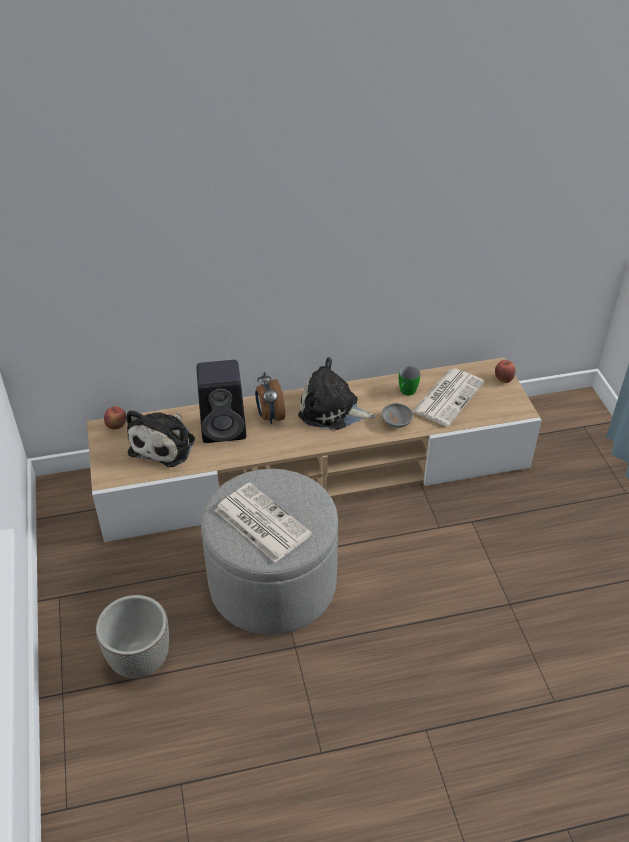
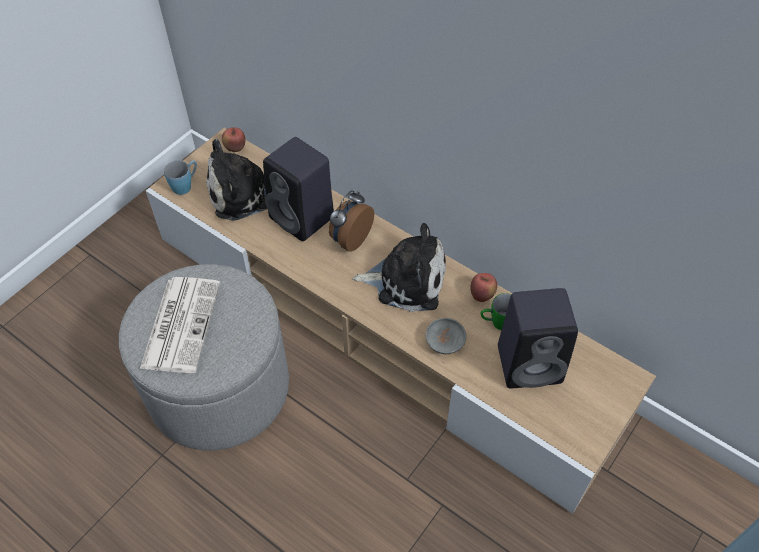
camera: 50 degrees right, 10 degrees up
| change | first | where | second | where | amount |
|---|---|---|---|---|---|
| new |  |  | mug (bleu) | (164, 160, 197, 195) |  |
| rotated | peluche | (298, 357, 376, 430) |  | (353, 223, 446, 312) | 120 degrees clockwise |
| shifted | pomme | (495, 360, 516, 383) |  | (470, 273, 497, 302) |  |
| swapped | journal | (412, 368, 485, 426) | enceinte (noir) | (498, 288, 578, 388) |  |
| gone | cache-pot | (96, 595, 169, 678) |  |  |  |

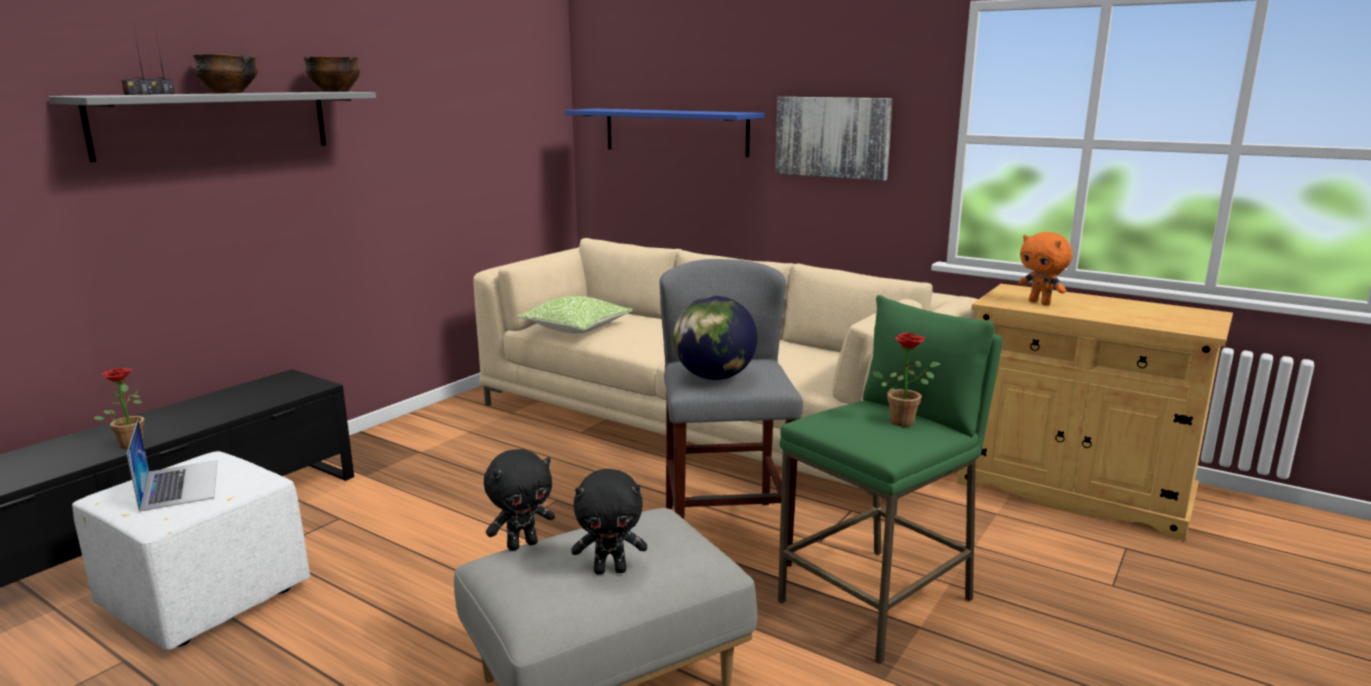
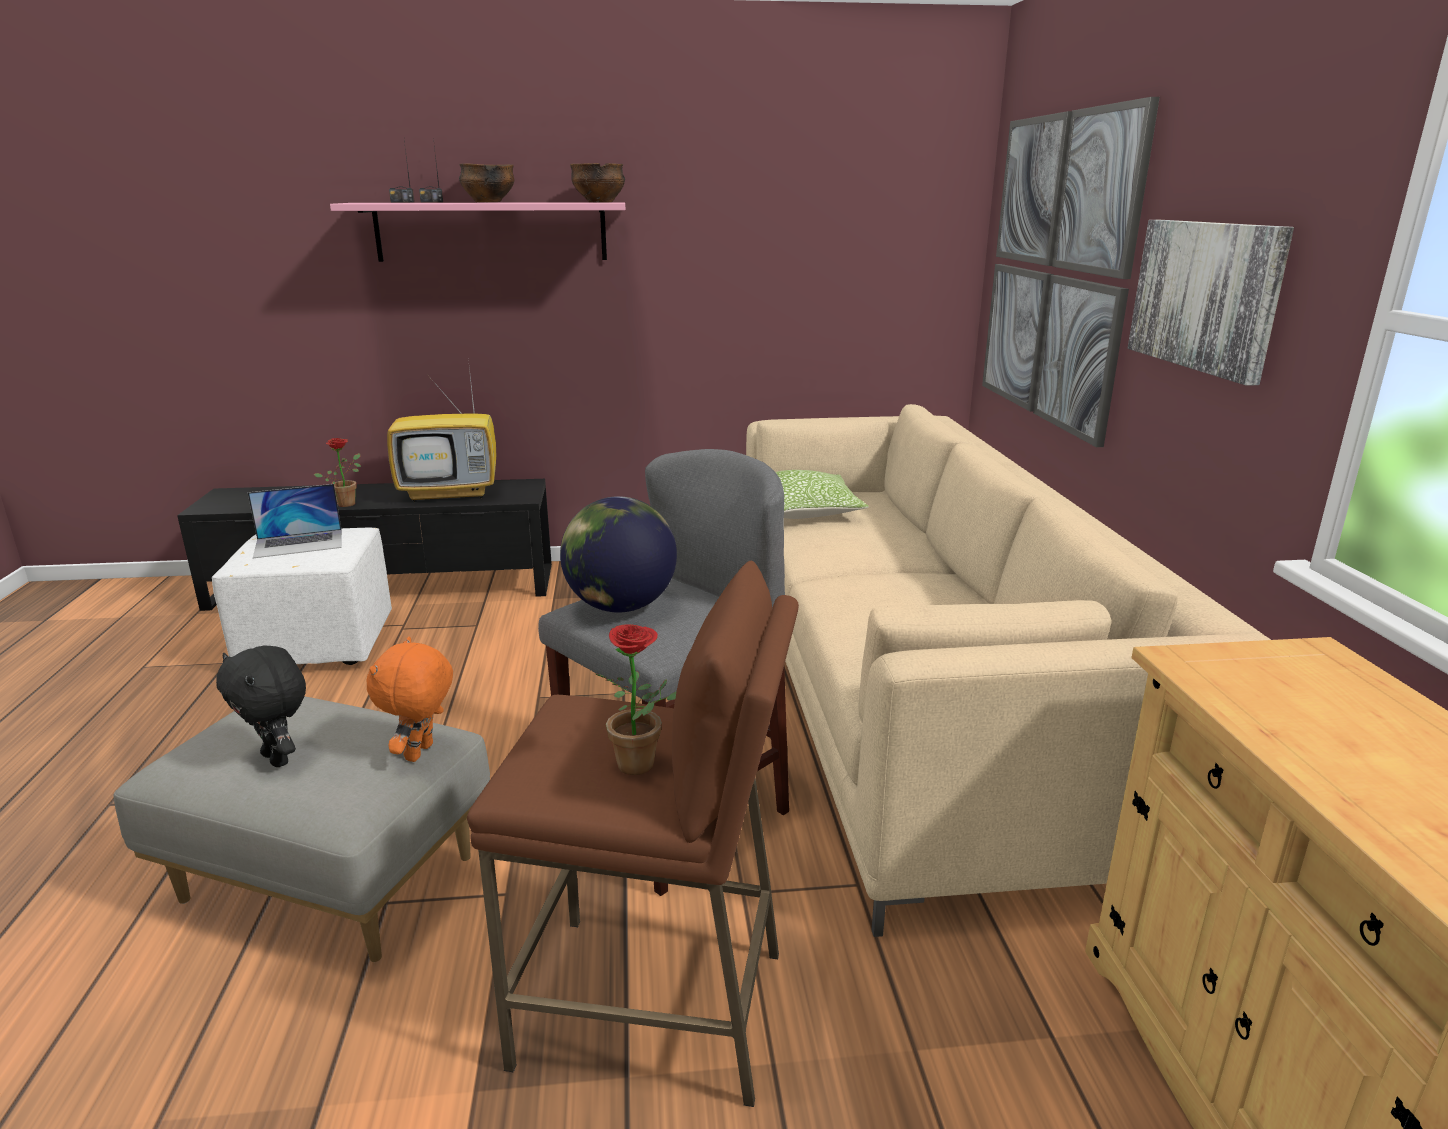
camera: 50 degrees right, 5 degrees up
| change | first | where | second | where | amount |
|---|---|---|---|---|---|
| rotated | ordinateur portable | (127, 419, 217, 512) |  | (248, 484, 342, 558) | 45 degrees clockwise |
| repainted | étagère (gris) | (49, 92, 376, 162) | étagère (rose) | (330, 202, 625, 262) |  |
| shifted | peluche (orange) | (1018, 232, 1073, 305) |  | (367, 636, 453, 762) |  |
| new |  |  | téléviseur | (387, 359, 496, 502) |  |
| repainted | tabouret (vert) | (778, 295, 1003, 664) | tabouret (marron) | (467, 560, 799, 1107) |  |
| swapped | étagère (bleu) | (565, 109, 765, 157) | tableau | (982, 97, 1160, 447) |  |
| gone | peluche (noir) | (484, 449, 555, 551) |  |  |  |

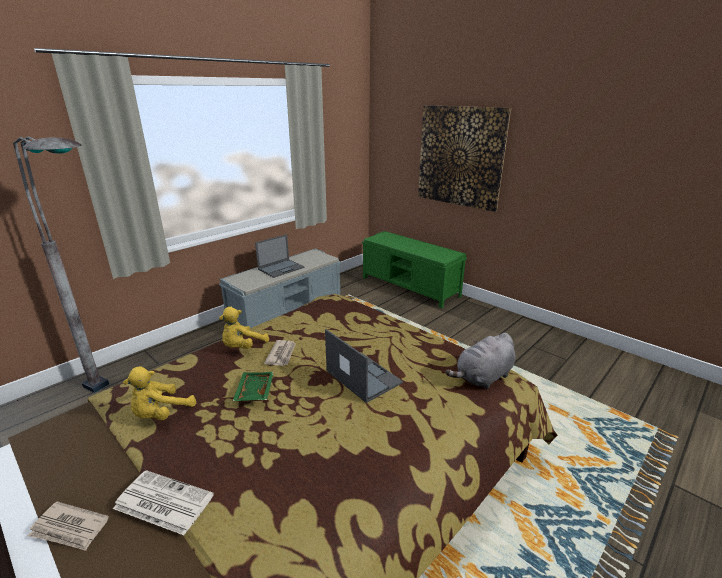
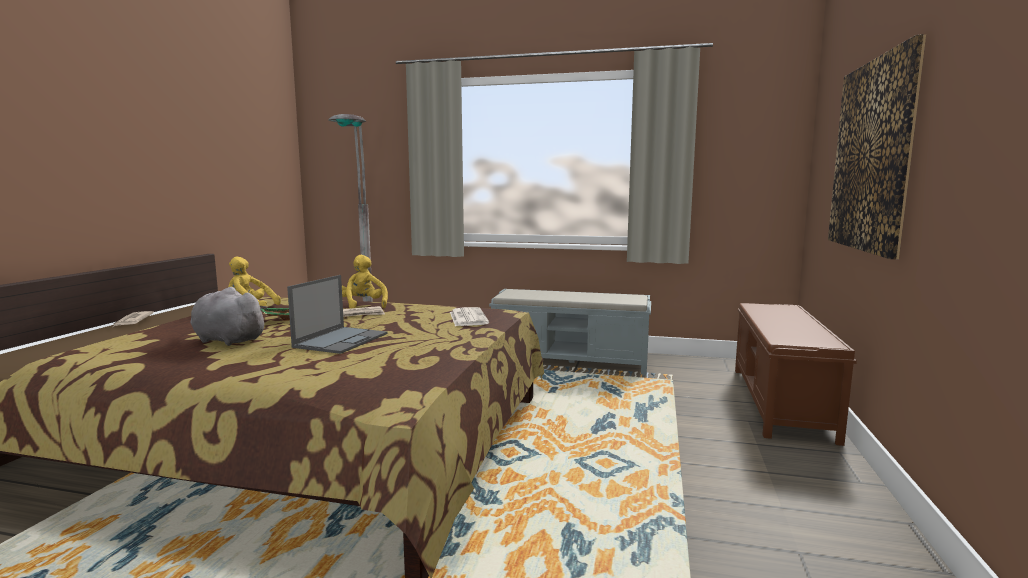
camera: 60 degrees right, 15 degrees down
| change | first | where | second | where | amount |
|---|---|---|---|---|---|
| shifted | peluche (gris) | (445, 333, 515, 389) |  | (190, 287, 268, 346) |  |
| rotated | peluche (jaune) | (219, 307, 269, 349) |  | (342, 255, 388, 309) | 60 degrees clockwise |
| shifted | journal | (113, 470, 214, 535) |  | (450, 307, 489, 326) |  |
| repainted | banc (vert) | (362, 231, 467, 308) | banc (marron) | (735, 303, 857, 446) |  |
| gone | ordinateur portable | (255, 234, 305, 278) |  |  |  |

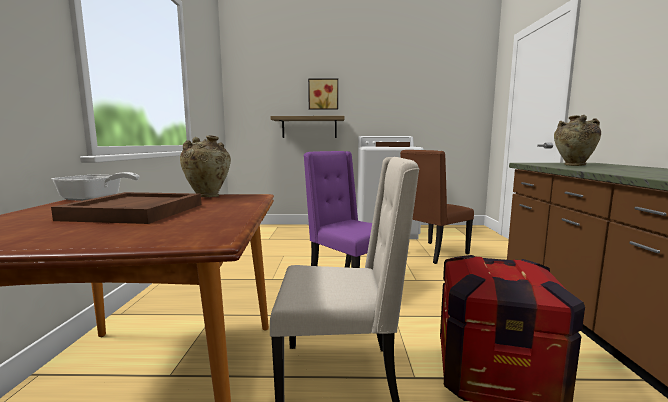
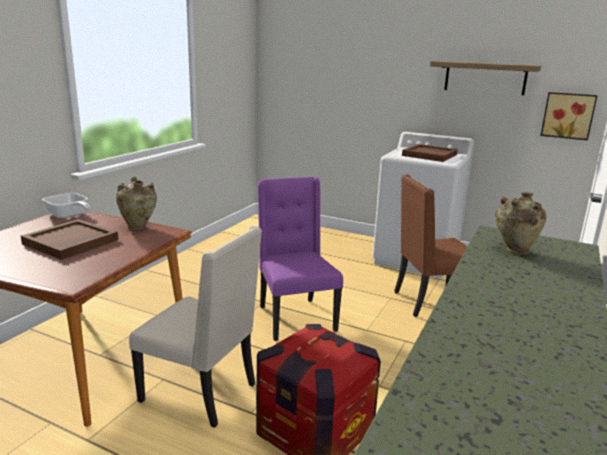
camera: 25 degrees right, 10 degrees up
| change | first | where | second | where | amount |
|---|---|---|---|---|---|
| shifted | étagère | (271, 116, 344, 138) |  | (430, 61, 541, 95) |  |
| shifted | tableau | (308, 78, 338, 110) |  | (540, 92, 598, 140) |  |

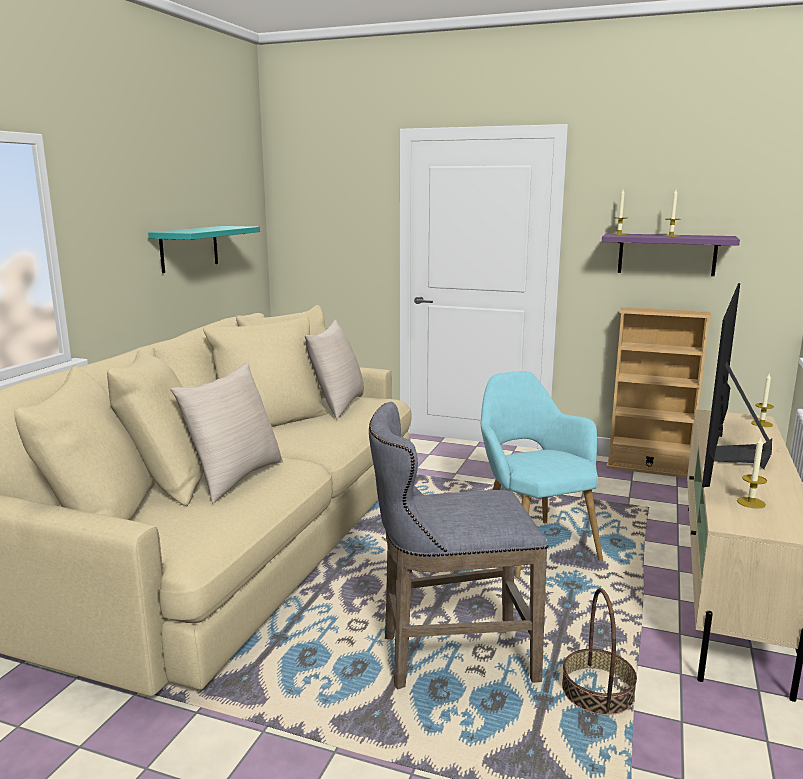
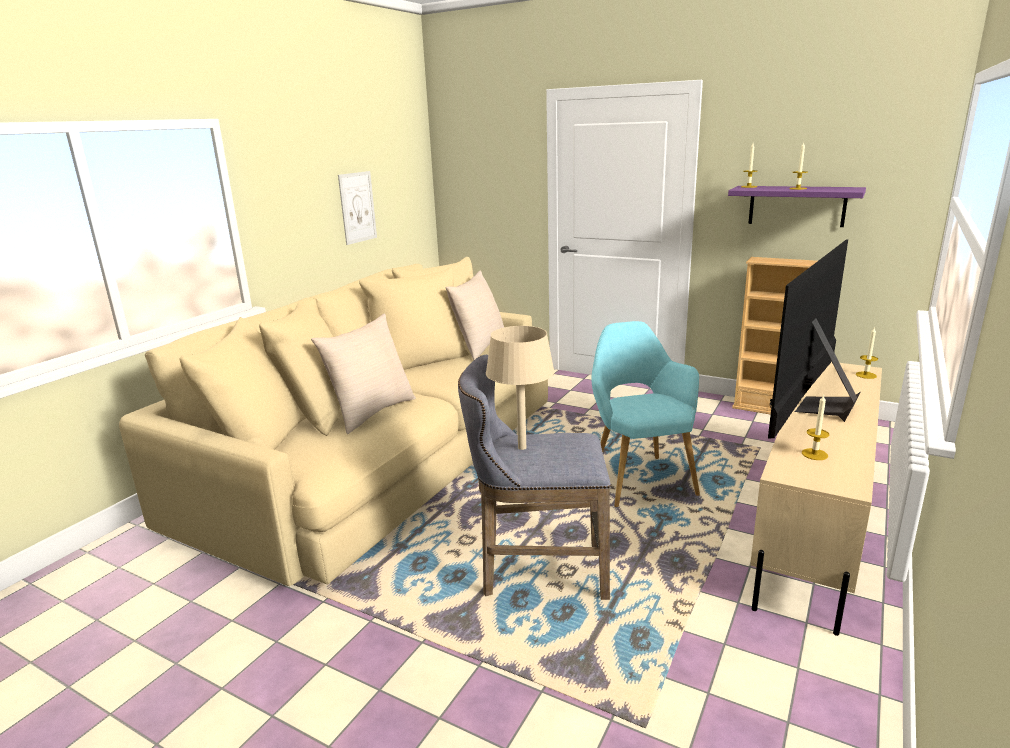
camera: 10 degrees right, 5 degrees up
| change | first | where | second | where | amount |
|---|---|---|---|---|---|
| swapped | étagère (turquoise) | (148, 226, 260, 273) | tableau | (338, 171, 377, 245) |  |
| new |  |  | lampe de table (beige) | (486, 326, 555, 450) |  |
| gone | panier | (562, 588, 637, 715) |  |  |  |

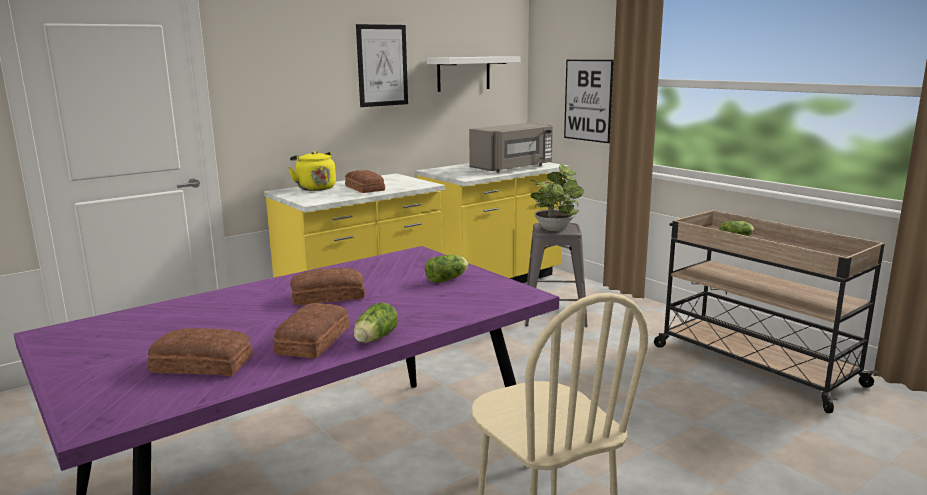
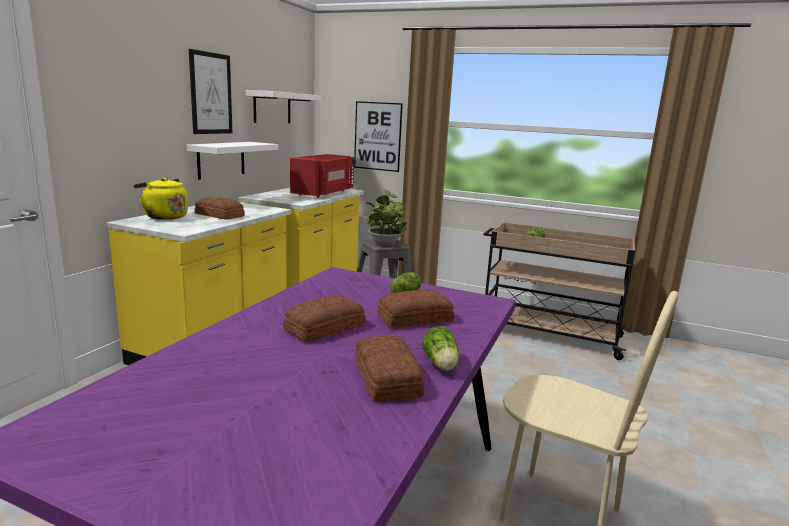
camera: 30 degrees left, 0 degrees up
| change | first | where | second | where | amount |
|---|---|---|---|---|---|
| new |  |  | étagère (blanc) | (187, 142, 278, 180) |  |
| repainted | micro-ondes (gris) | (469, 123, 553, 173) | micro-ondes (rouge) | (290, 154, 354, 197) |  |
| shifted | pain | (148, 328, 253, 376) |  | (377, 290, 454, 328) |  |

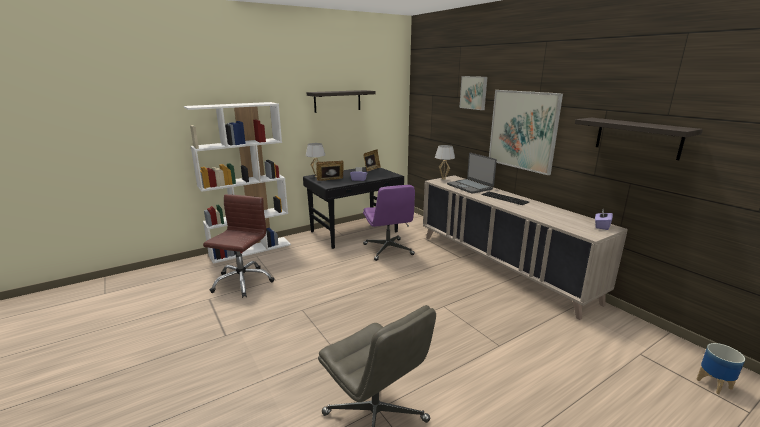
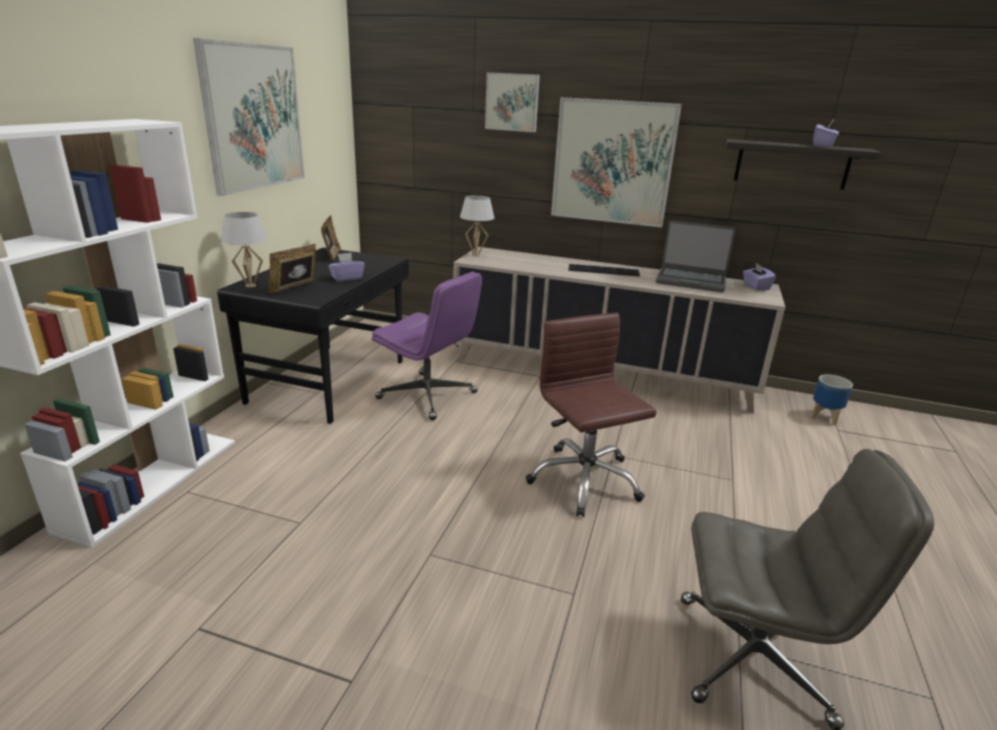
camera: 40 degrees left, 5 degrees up
| change | first | where | second | where | amount |
|---|---|---|---|---|---|
| swapped | étagère | (306, 90, 375, 113) | tableau | (193, 38, 305, 196) |  |
| shifted | chaise de bureau (marron) | (203, 194, 274, 298) |  | (526, 313, 657, 517) |  |
| shifted | ordinateur portable | (447, 153, 497, 194) |  | (656, 220, 736, 292) |  |
| shifted | cache-pot | (697, 343, 745, 394) |  | (811, 374, 853, 425) |  |
| new |  |  | boîte à mouchoirs (violet) | (813, 119, 839, 147) |  |

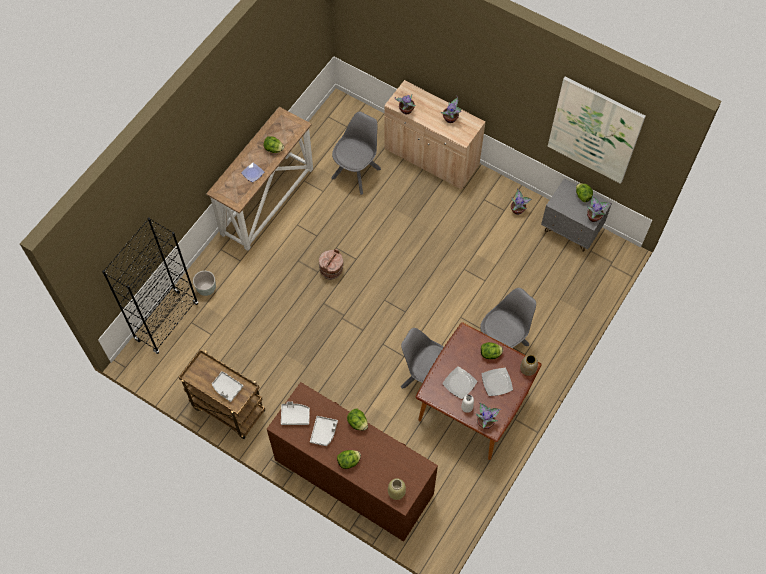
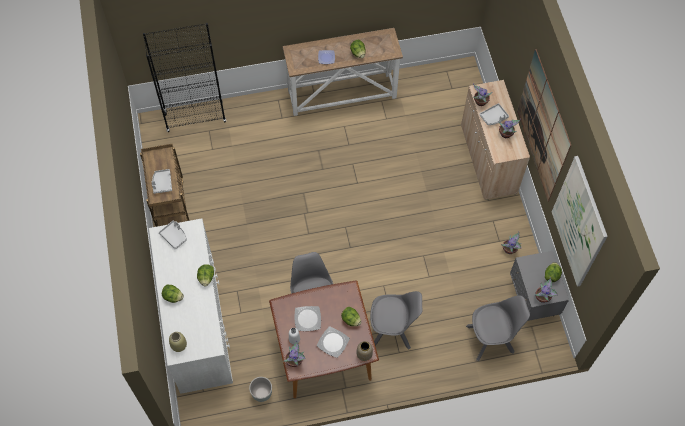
camera: 45 degrees right, 0 degrees up
| change | first | where | second | where | amount |
|---|---|---|---|---|---|
| repainted | commode (marron) | (267, 382, 438, 541) | commode (blanc) | (149, 218, 233, 394) |  |
| shifted | cache-pot (gris) | (193, 271, 216, 296) |  | (249, 377, 272, 402) |  |
| shifted | chaise (gris) | (331, 112, 381, 195) |  | (466, 295, 530, 361) |  |
| shifted | plateau (gris) | (310, 416, 338, 446) |  | (479, 103, 509, 125) |  |
| new |  |  | tableau | (517, 49, 571, 202) |  |
| gone | seau (marron) | (319, 249, 344, 280) |  |  |  |

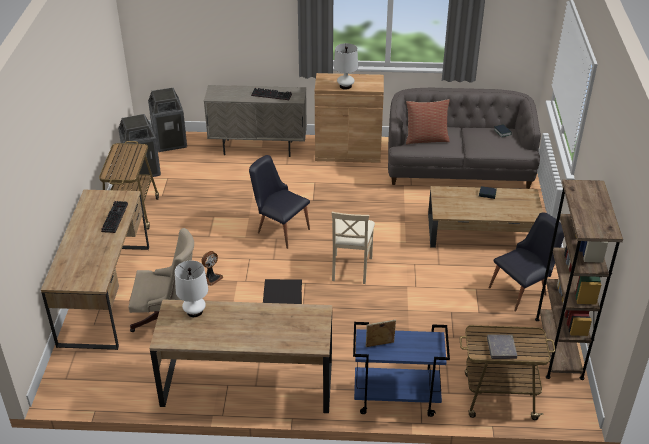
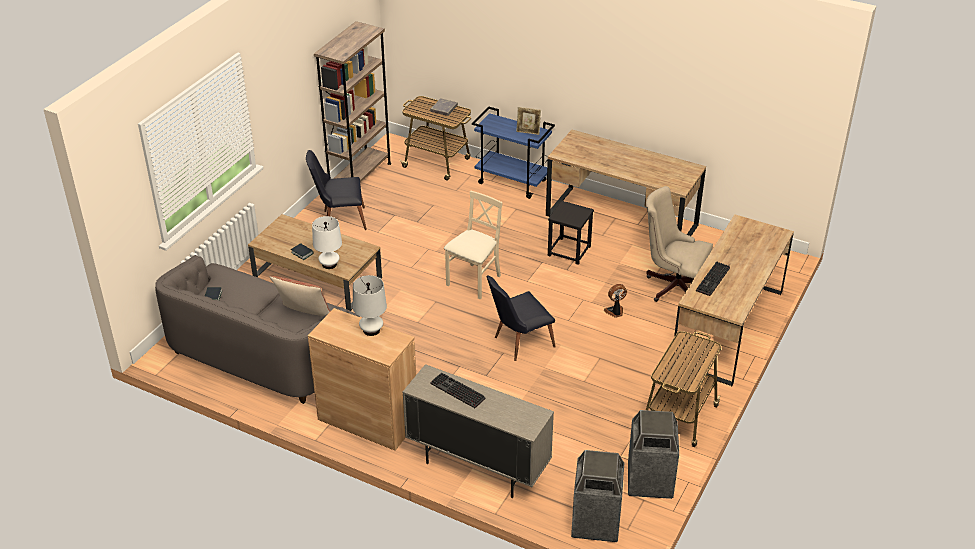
camera: 155 degrees left, 0 degrees up
| change | first | where | second | where | amount |
|---|---|---|---|---|---|
| shifted | lampe de table (blanc) | (175, 260, 208, 317) |  | (312, 216, 342, 269) |  |
| rotated | chaise (noir) | (249, 155, 310, 249) |  | (487, 276, 555, 361) | 90 degrees clockwise |

